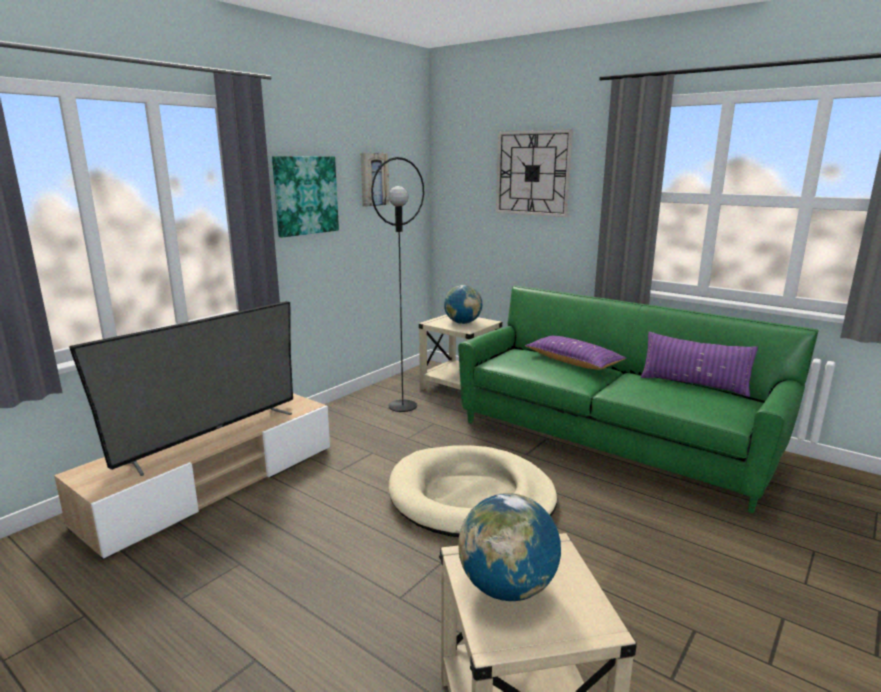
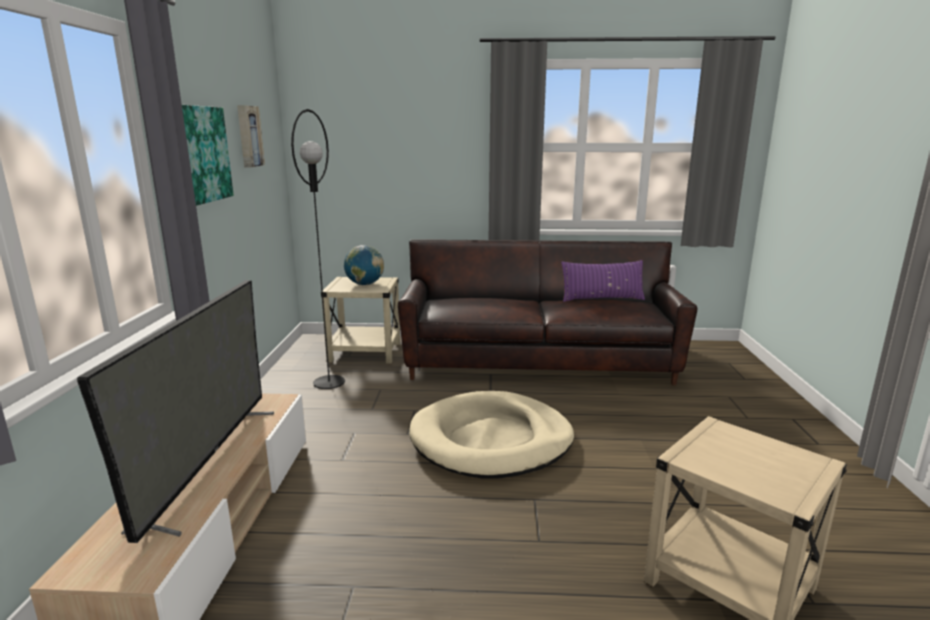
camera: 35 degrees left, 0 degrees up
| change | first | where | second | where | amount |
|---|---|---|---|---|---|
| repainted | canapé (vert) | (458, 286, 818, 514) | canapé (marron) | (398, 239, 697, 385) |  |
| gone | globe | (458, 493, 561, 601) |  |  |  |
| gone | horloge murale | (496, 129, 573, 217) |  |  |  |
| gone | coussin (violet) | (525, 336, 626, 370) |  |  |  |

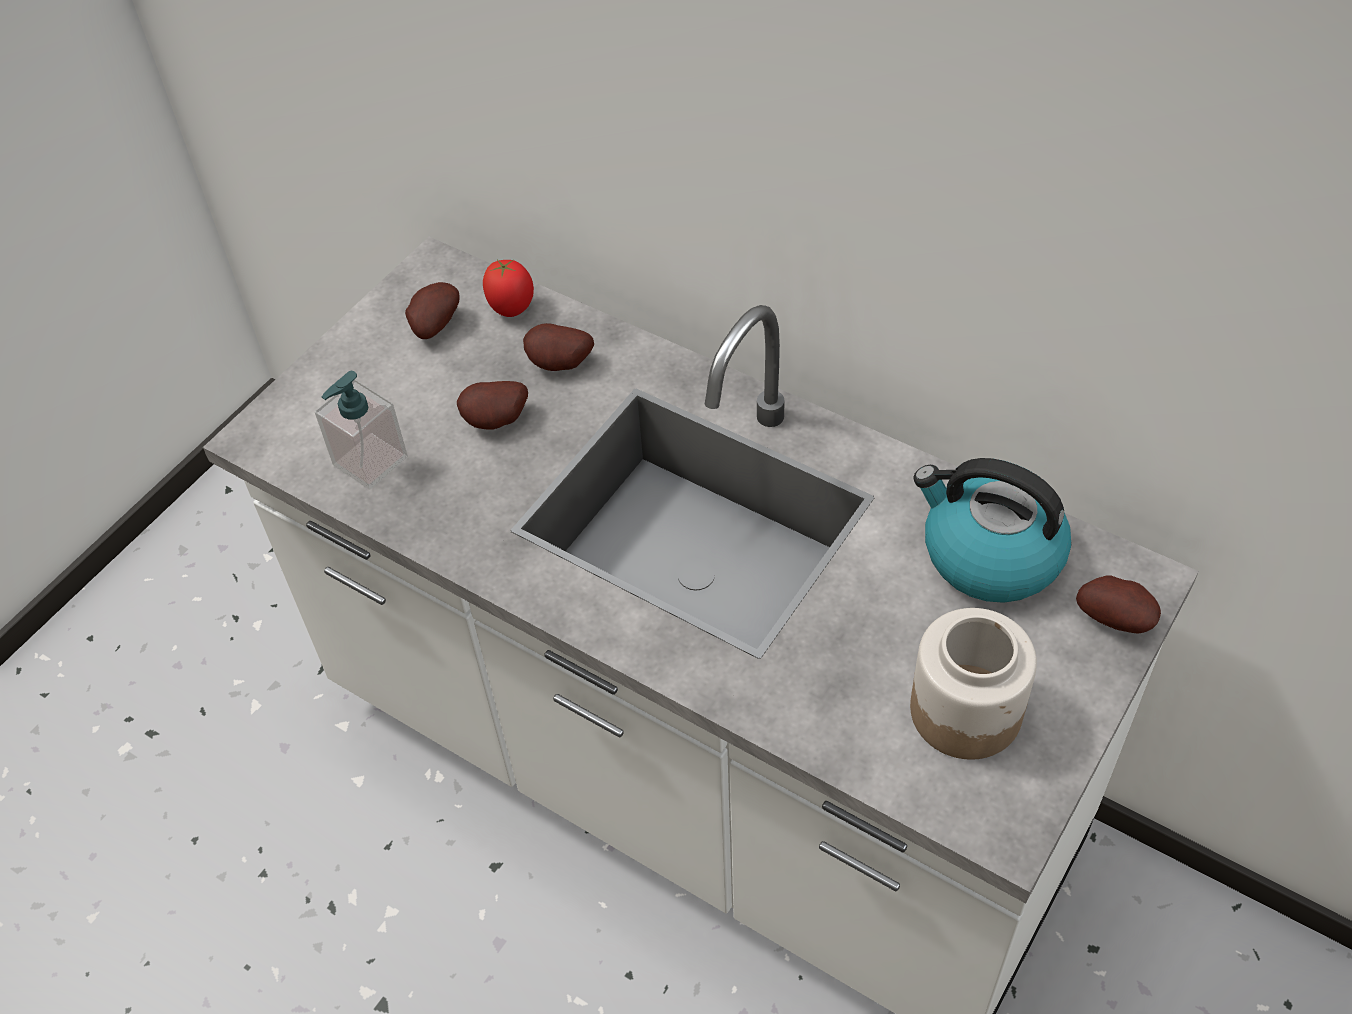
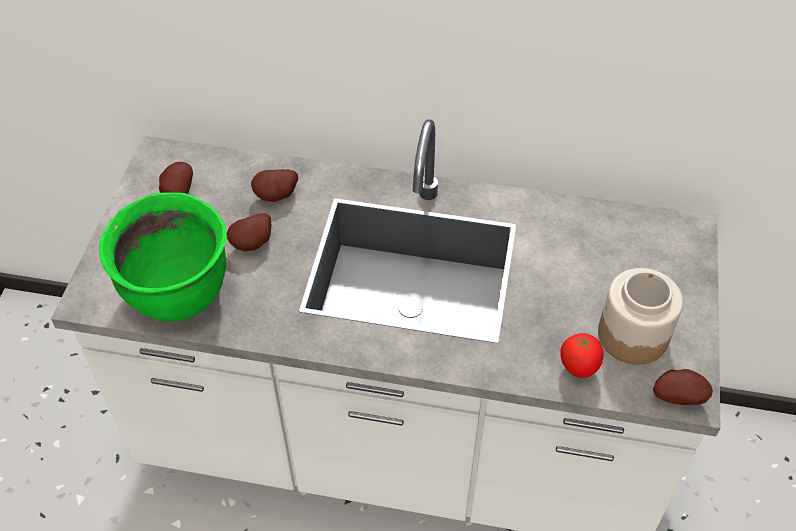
camera: 25 degrees left, 0 degrees up
| change | first | where | second | where | amount |
|---|---|---|---|---|---|
| swapped | distributeur de savon | (315, 371, 408, 490) | marmite (vert) | (99, 193, 227, 321) |  |
| shifted | tomate | (483, 260, 534, 317) |  | (560, 333, 603, 378) |  |
| shifted | pomme de terre | (1076, 576, 1161, 634) |  | (653, 369, 713, 405) |  |
| gone | bouilloire | (913, 458, 1071, 603) |  |  |  |

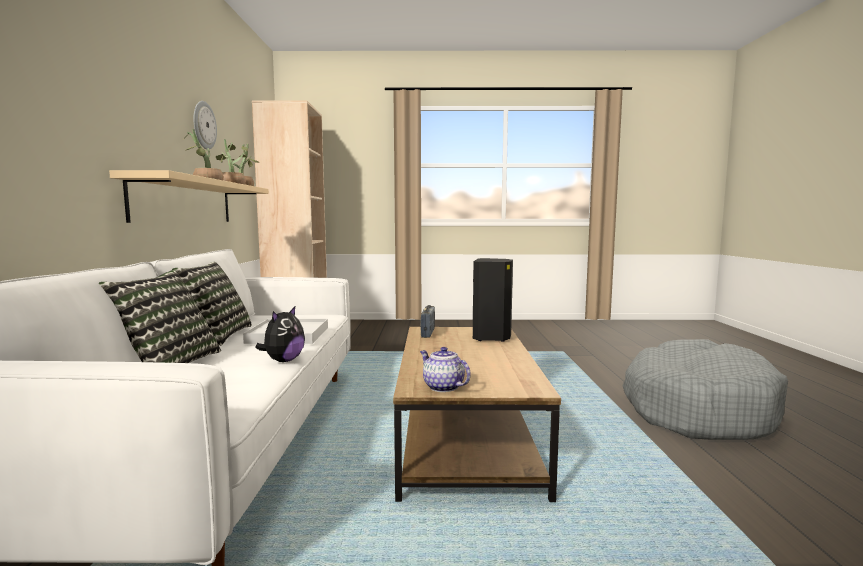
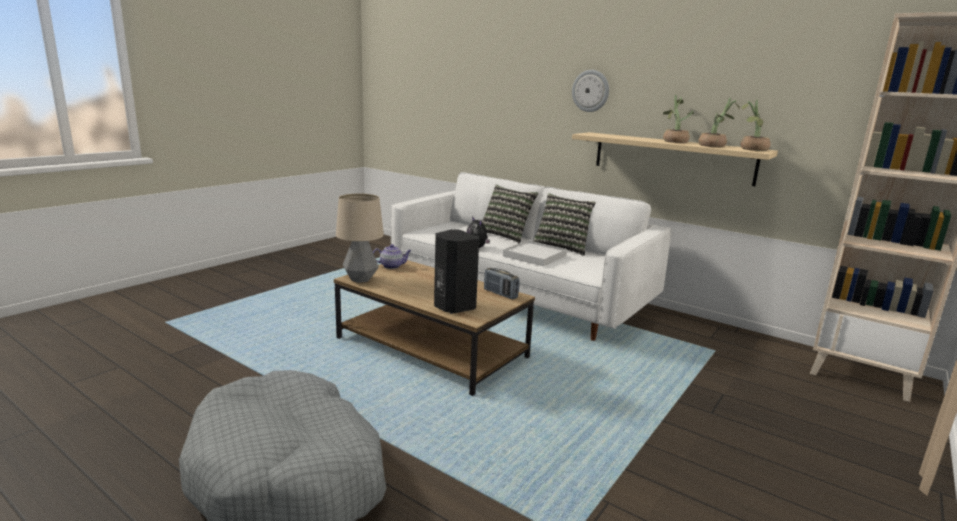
camera: 125 degrees right, 10 degrees up
| change | first | where | second | where | amount |
|---|---|---|---|---|---|
| new |  |  | lampe de table | (336, 194, 384, 283) |  |
| shifted | horloge murale | (193, 101, 217, 150) |  | (572, 70, 609, 112) |  |

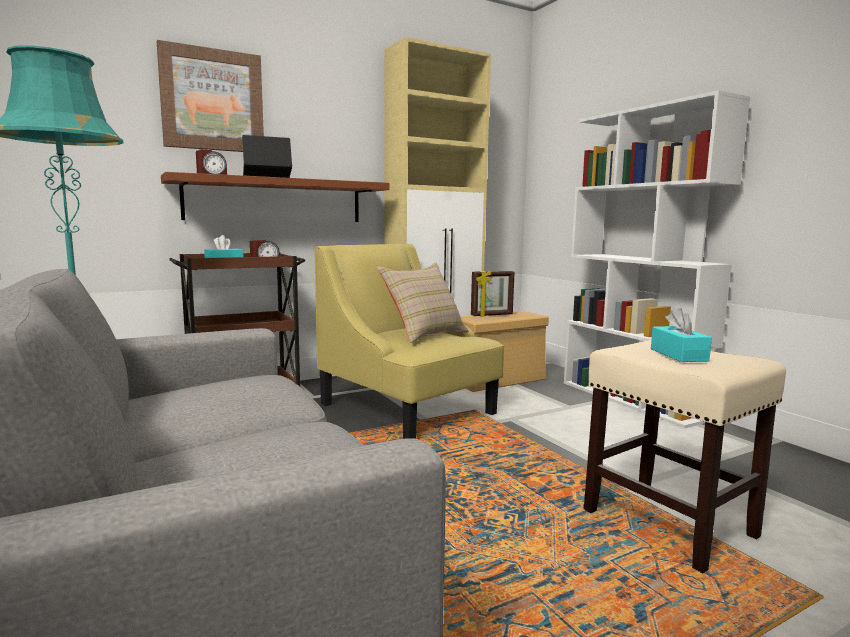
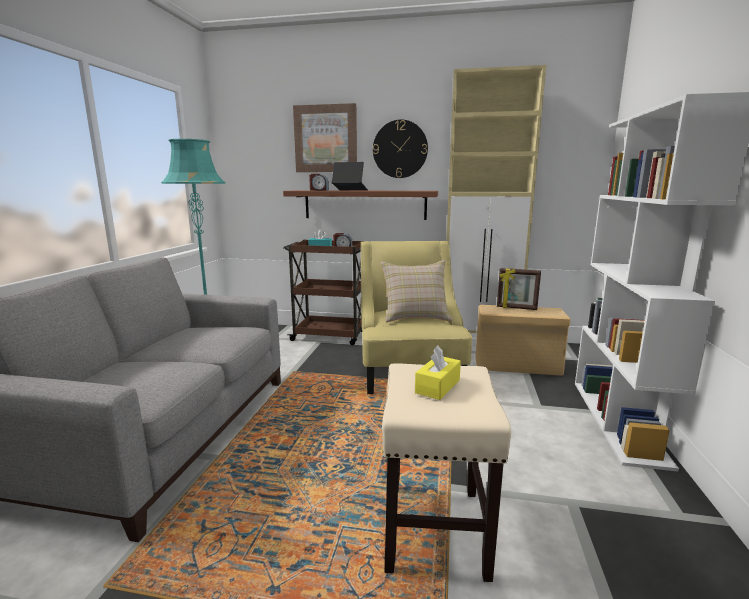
camera: 40 degrees right, 5 degrees up
| change | first | where | second | where | amount |
|---|---|---|---|---|---|
| new |  |  | horloge murale | (373, 120, 428, 178) |  |
| repainted | boîte à mouchoirs (turquoise) | (651, 308, 712, 362) | boîte à mouchoirs (jaune) | (415, 345, 461, 400) |  |

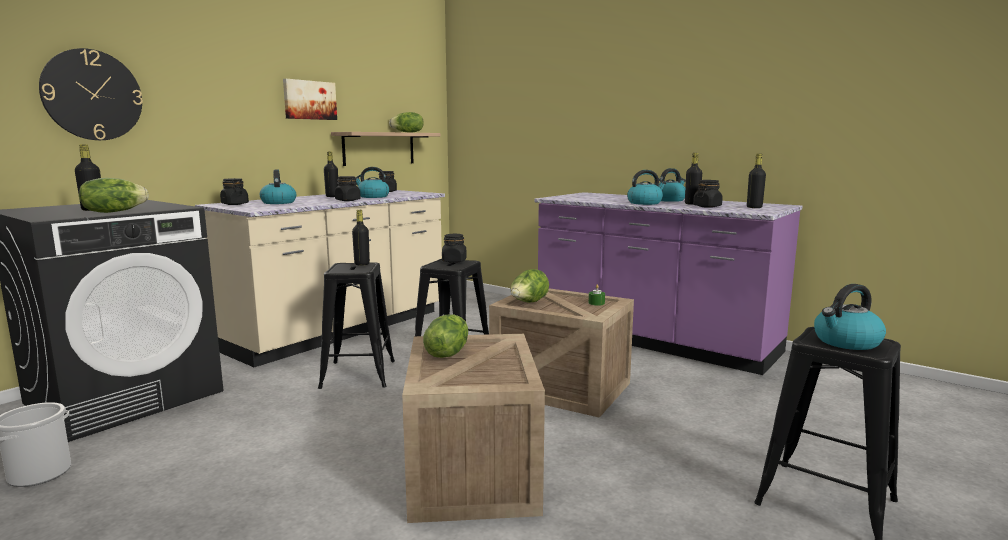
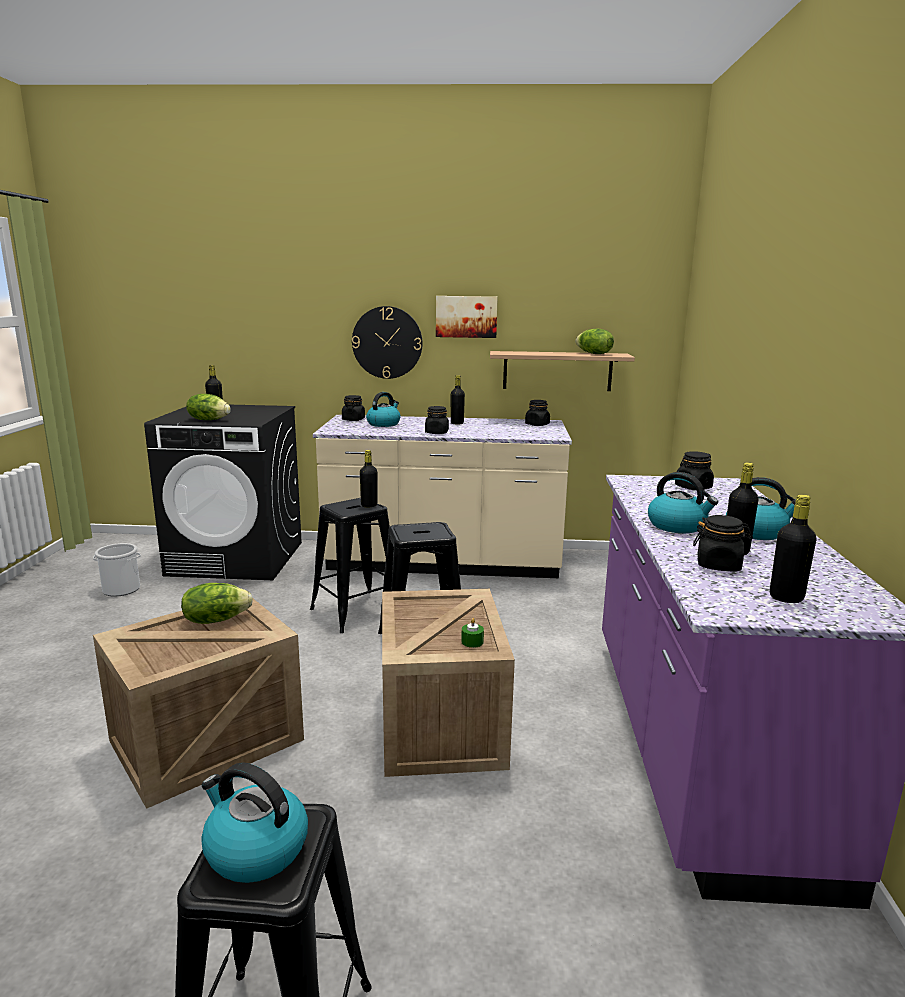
camera: 55 degrees right, 5 degrees up
| change | first | where | second | where | amount |
|---|---|---|---|---|---|
| shifted | horloge murale | (39, 48, 143, 140) |  | (352, 306, 423, 379) |  |
| shifted | bocal (noir) | (442, 234, 467, 263) |  | (675, 451, 714, 490) |  |
| gone | bouilloire | (355, 167, 389, 198) |  |  |  |
| gone | laitue | (511, 269, 549, 303) |  |  |  |

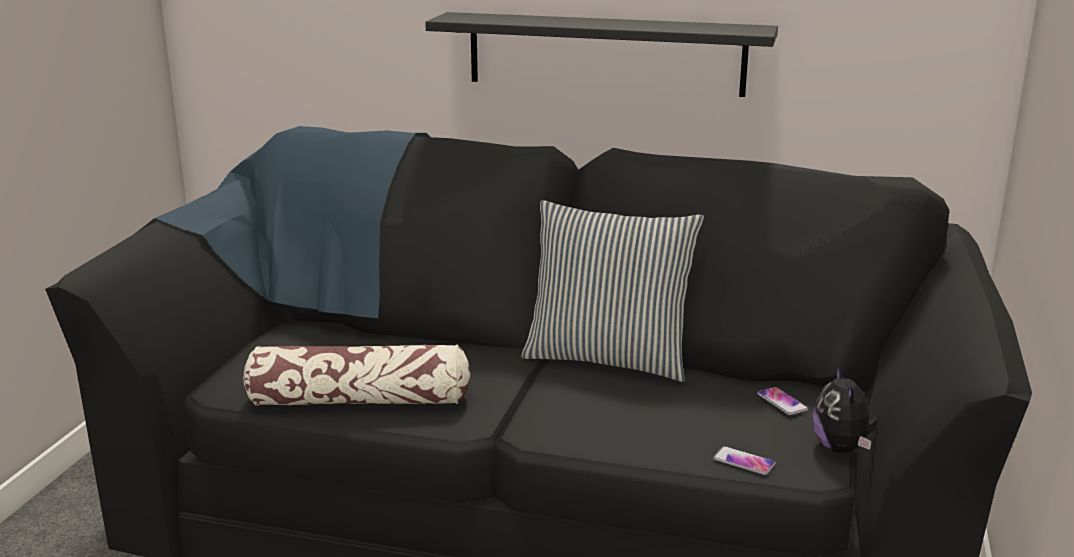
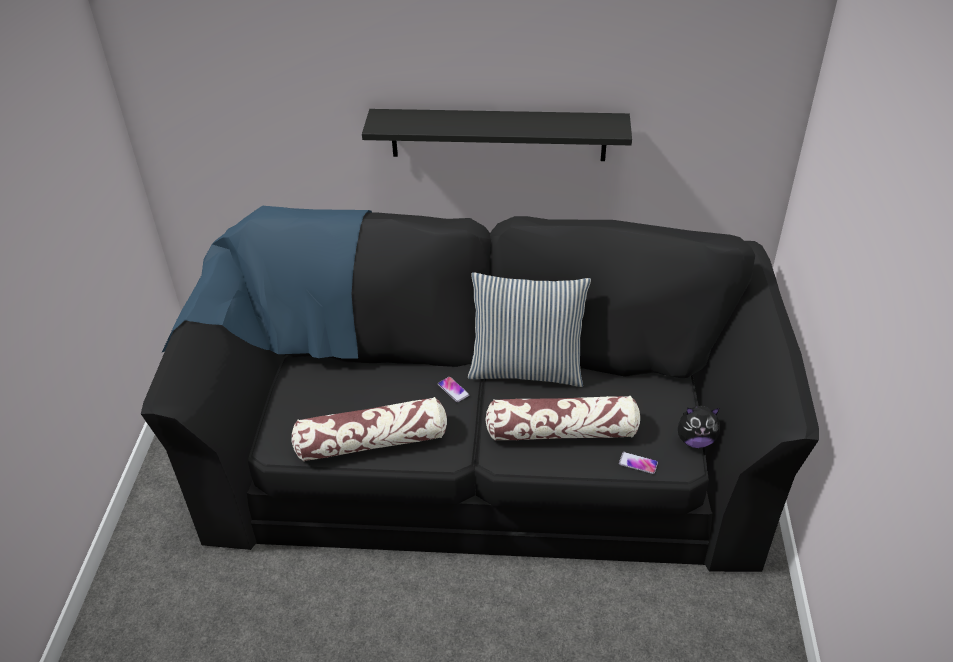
camera: 10 degrees left, 20 degrees up
| change | first | where | second | where | amount |
|---|---|---|---|---|---|
| shifted | téléphone | (757, 387, 808, 415) |  | (438, 377, 469, 402) |  |
| new |  |  | coussin | (485, 396, 640, 441) |  |
| rotated | peluche | (812, 365, 877, 453) |  | (678, 406, 720, 448) | 75 degrees counterclockwise |

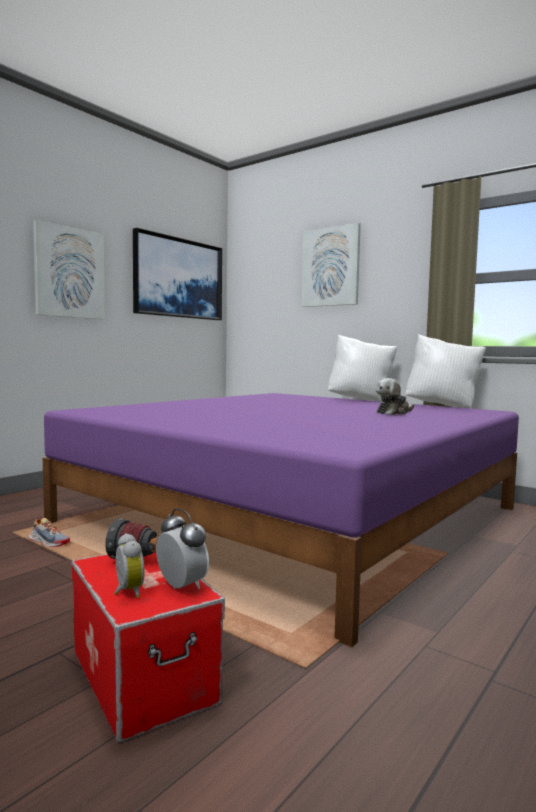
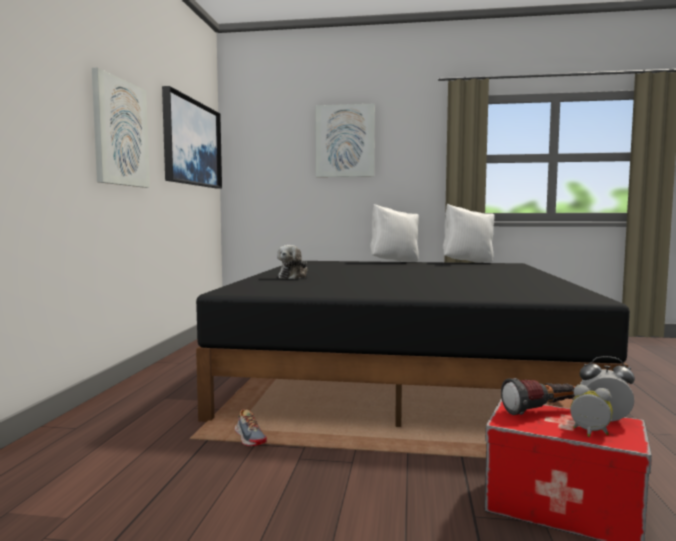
camera: 30 degrees left, 0 degrees up
| change | first | where | second | where | amount |
|---|---|---|---|---|---|
| repainted | lit (violet) | (43, 393, 519, 647) | lit (noir) | (196, 261, 630, 427) |  |
| rotated | chaussure | (29, 518, 70, 547) |  | (235, 409, 267, 446) | 60 degrees clockwise |
| shifted | peluche | (376, 378, 414, 415) |  | (277, 245, 308, 279) |  |

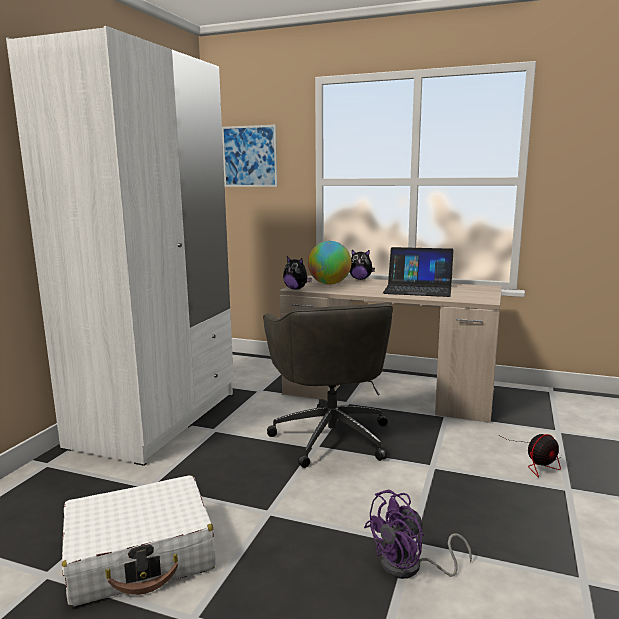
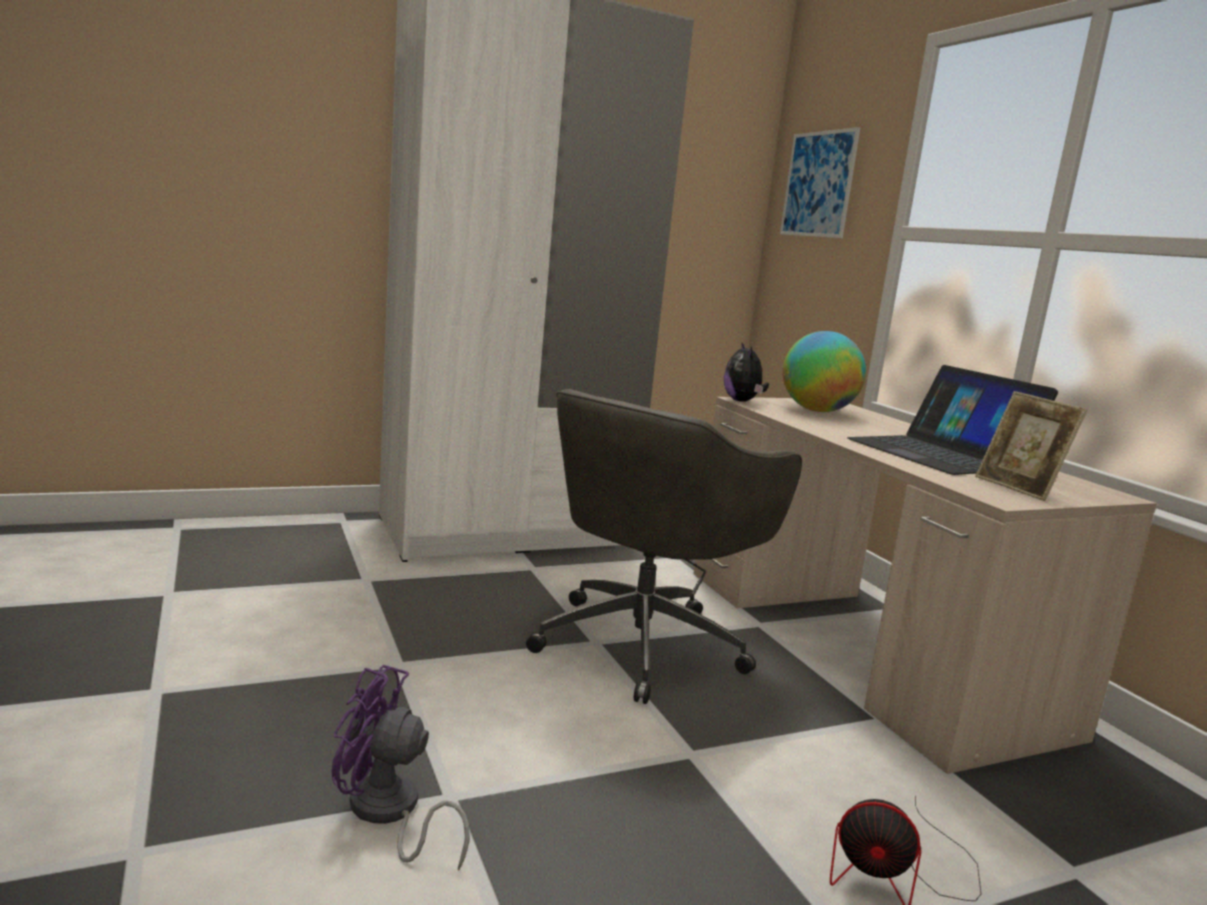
camera: 45 degrees right, 0 degrees up
| change | first | where | second | where | amount |
|---|---|---|---|---|---|
| new |  |  | cadre photo | (975, 391, 1087, 501) |  |
| gone | valise (blanc) | (62, 475, 216, 606) |  |  |  |
| gone | peluche | (350, 250, 375, 280) |  |  |  |

